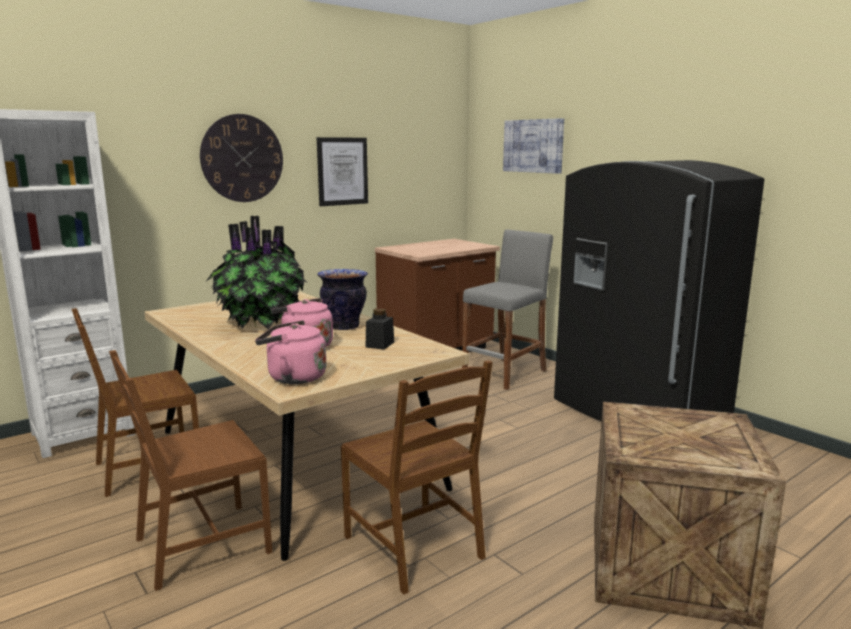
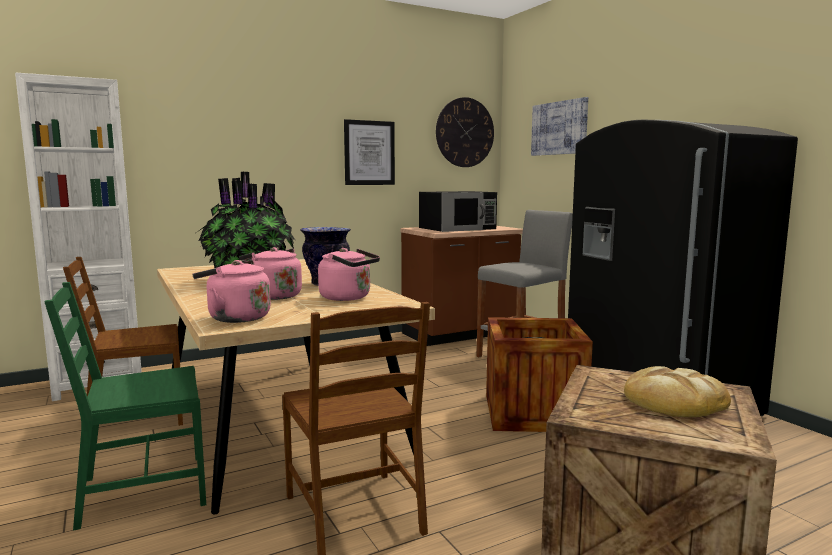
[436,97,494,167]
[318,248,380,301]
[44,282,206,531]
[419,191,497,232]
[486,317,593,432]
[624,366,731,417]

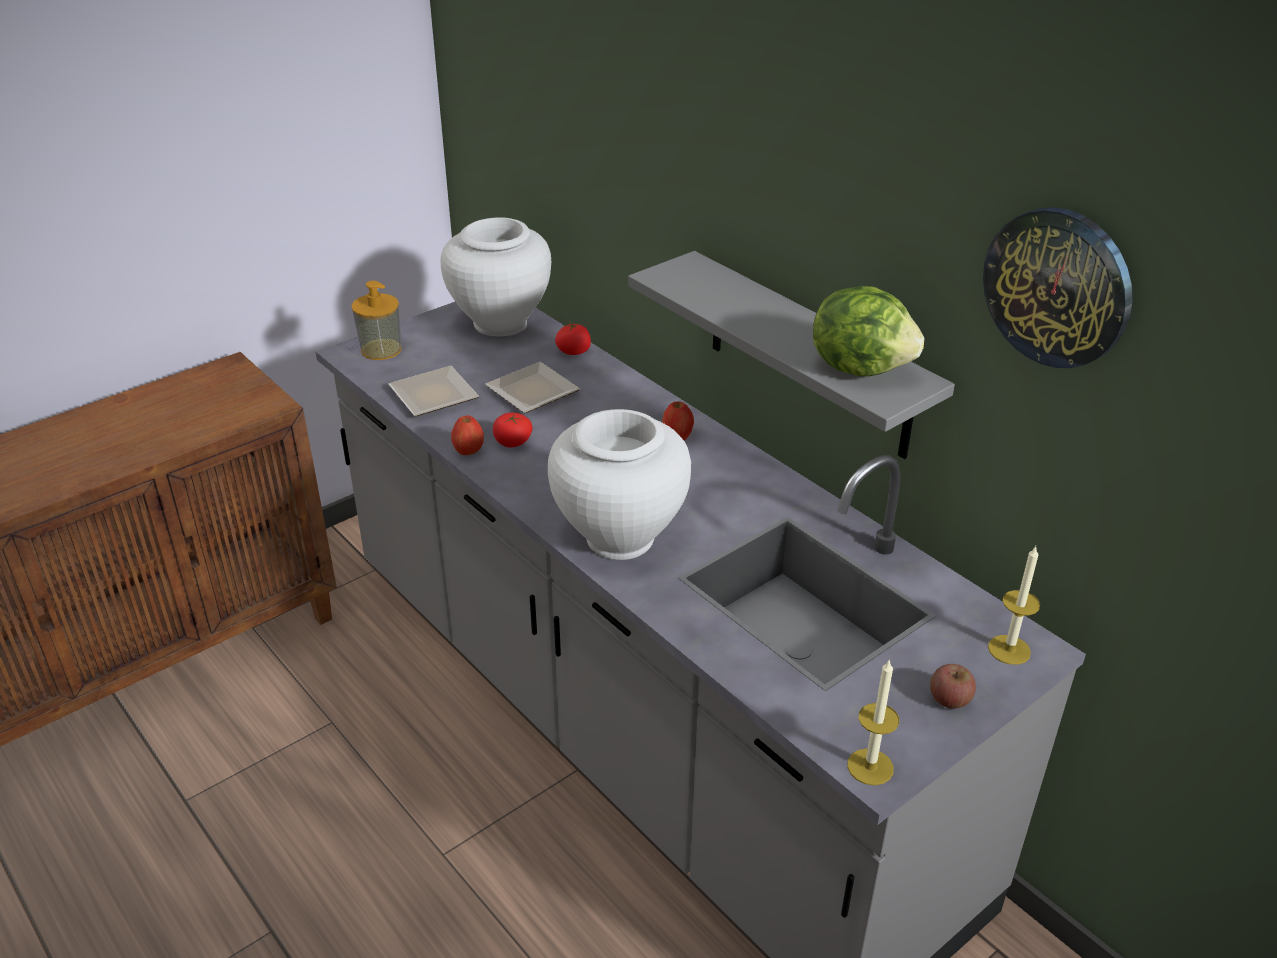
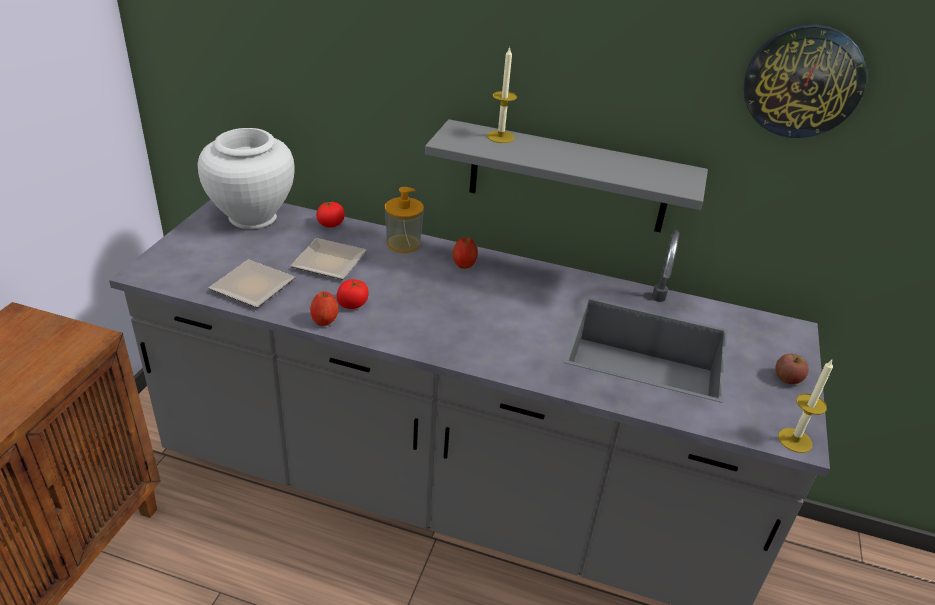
[385,187,424,253]
[813,286,924,376] (first image)
[548,409,691,560] (first image)
[487,47,517,143]

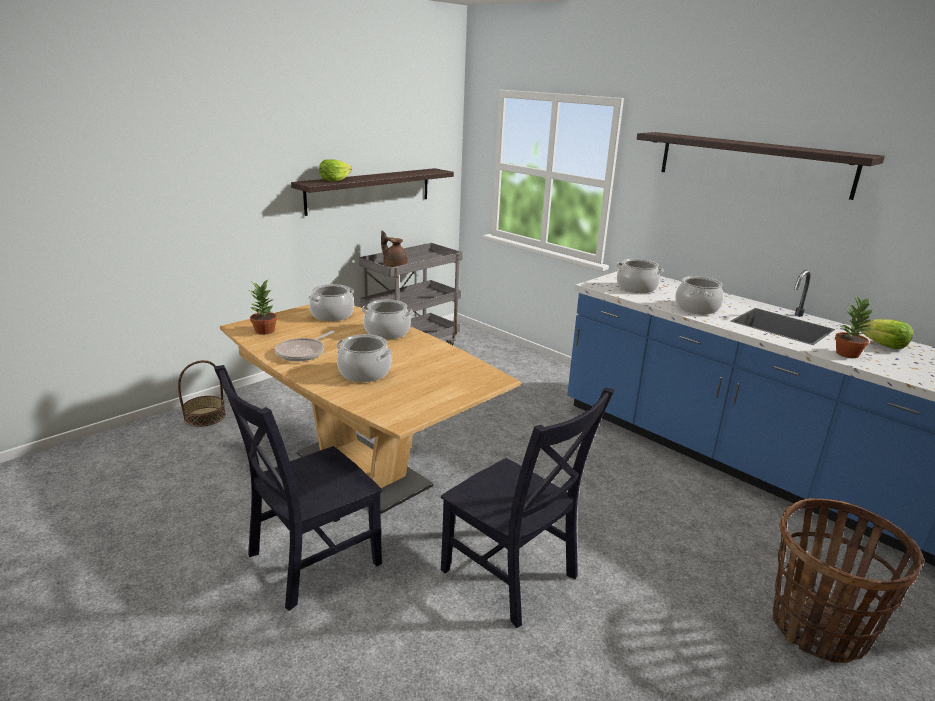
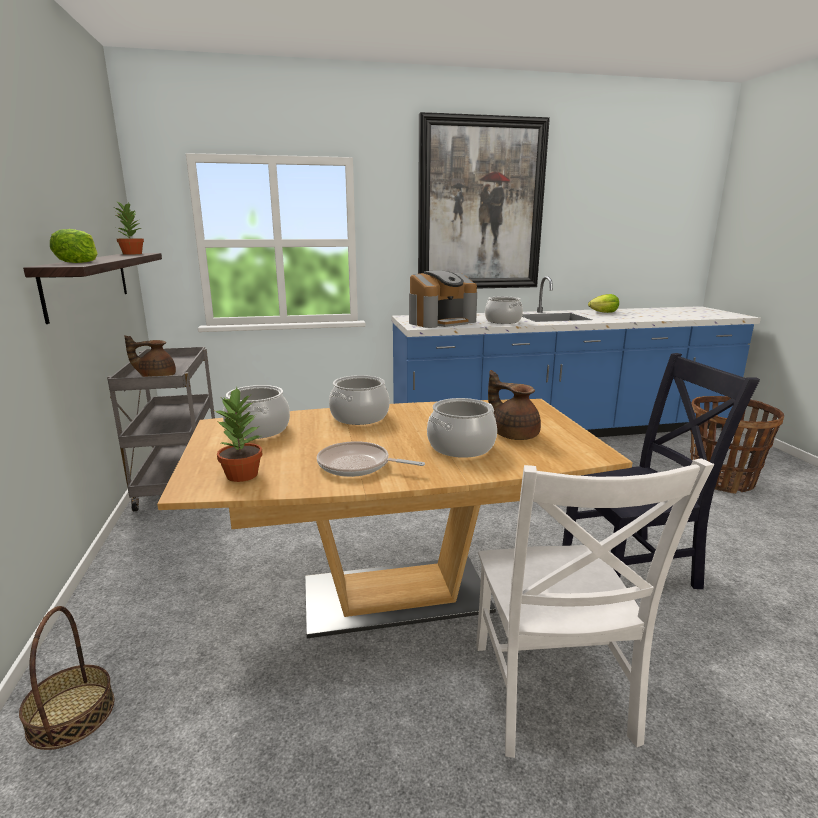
[418,112,550,288]
[409,271,477,328]
[114,202,144,255]
[317,441,425,477]
[476,458,714,758]
[488,370,541,440]

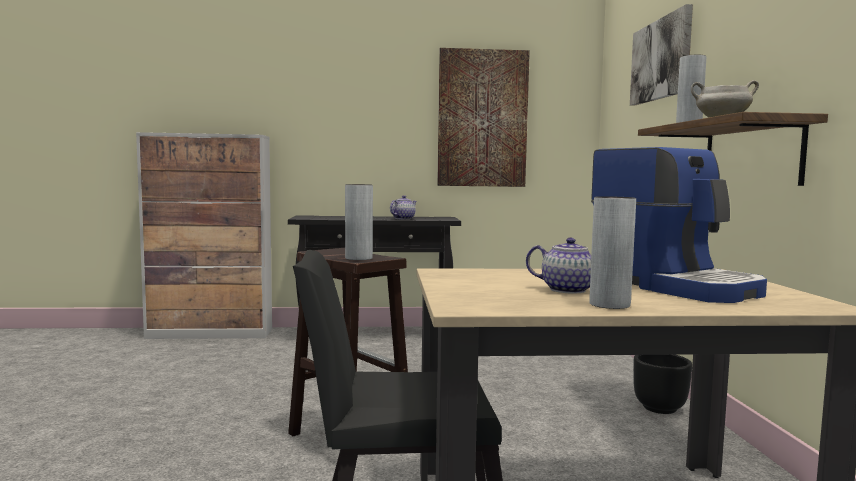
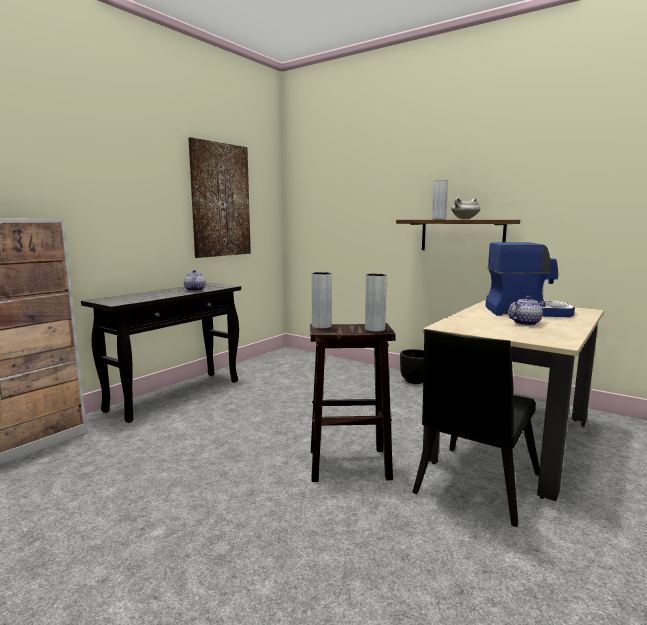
[630,4,693,105] (first image)
[312,272,332,329]

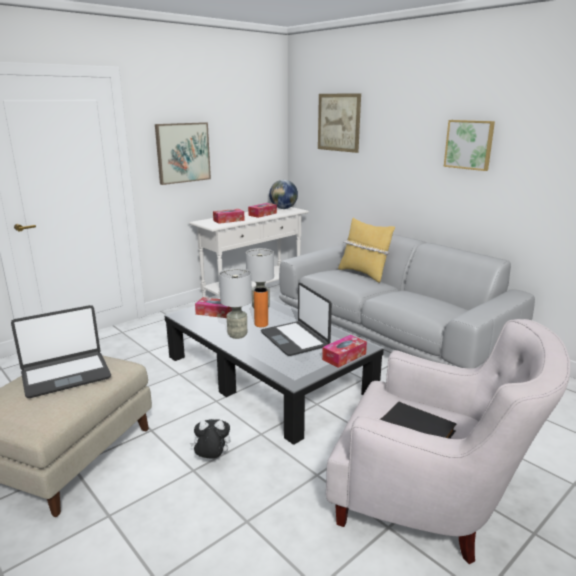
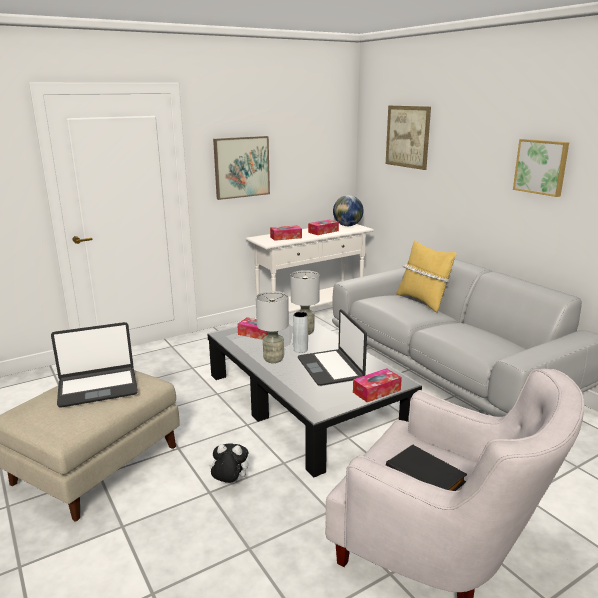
[293,312,308,353]

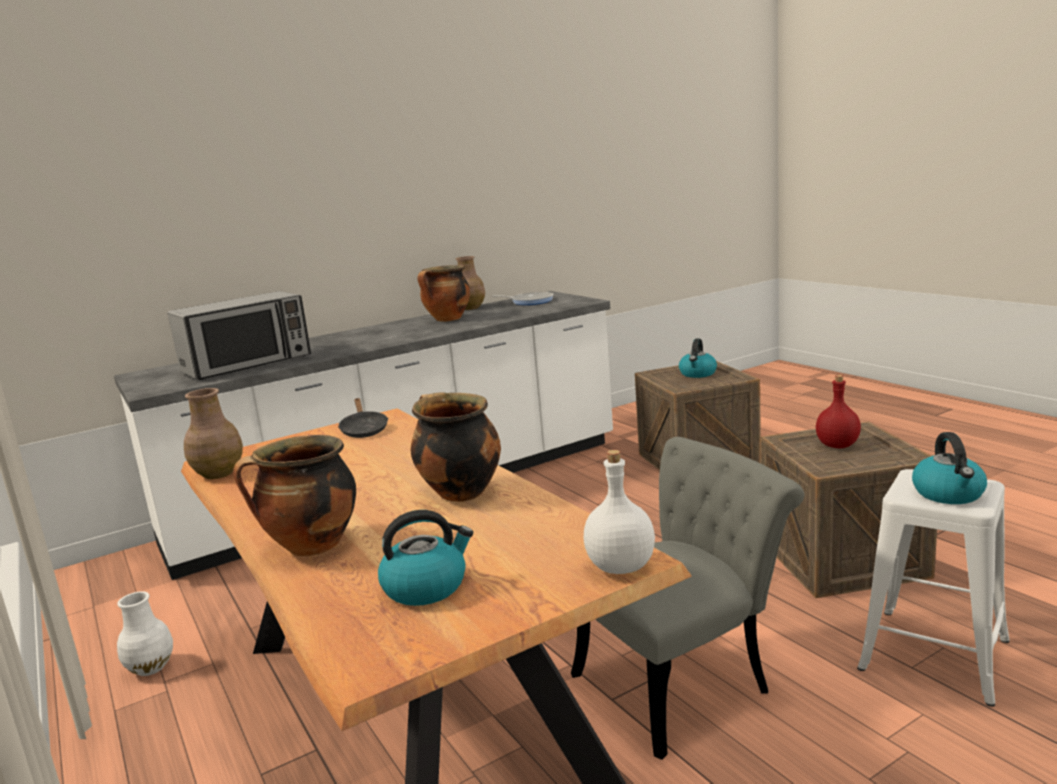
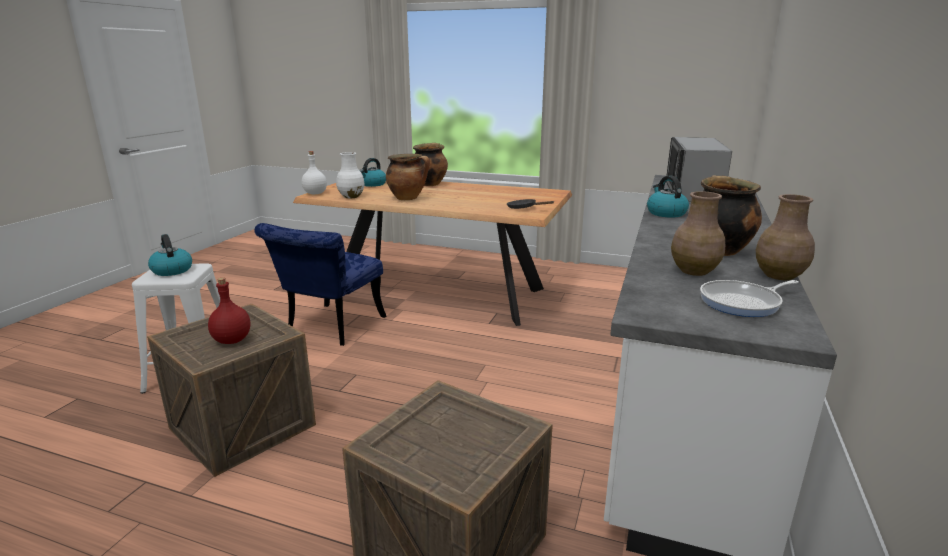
[647,176,689,218]
[671,191,725,276]
[254,223,387,346]
[336,152,365,198]

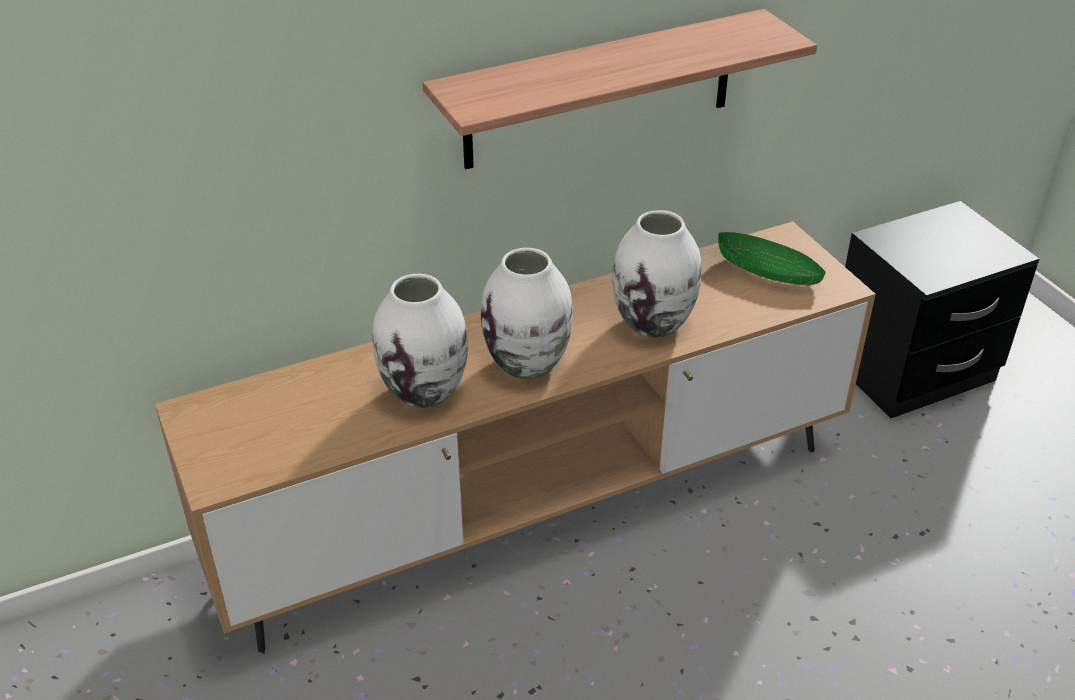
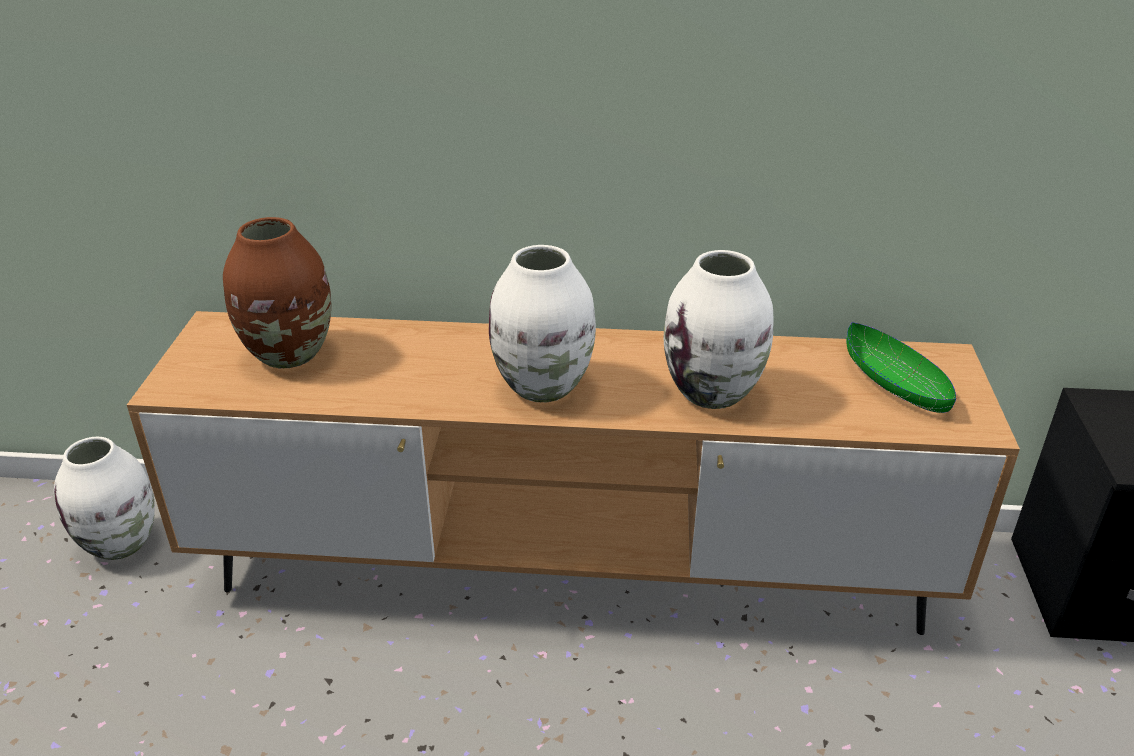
[422,9,817,169] (first image)
[54,437,155,560]
[223,217,331,368]

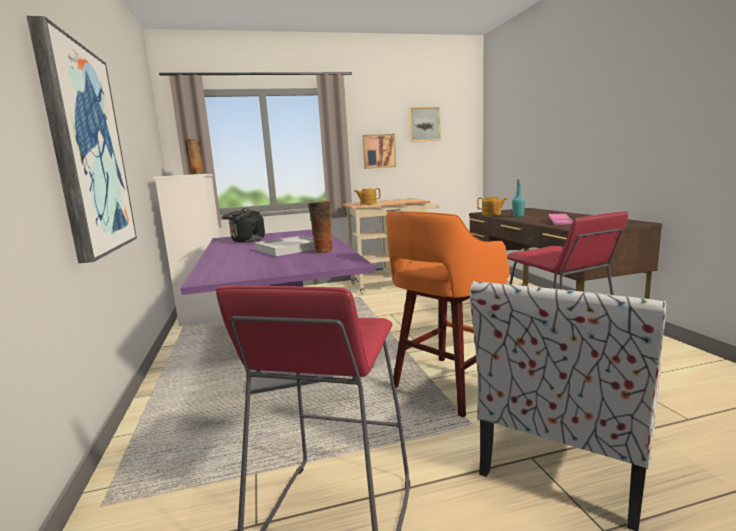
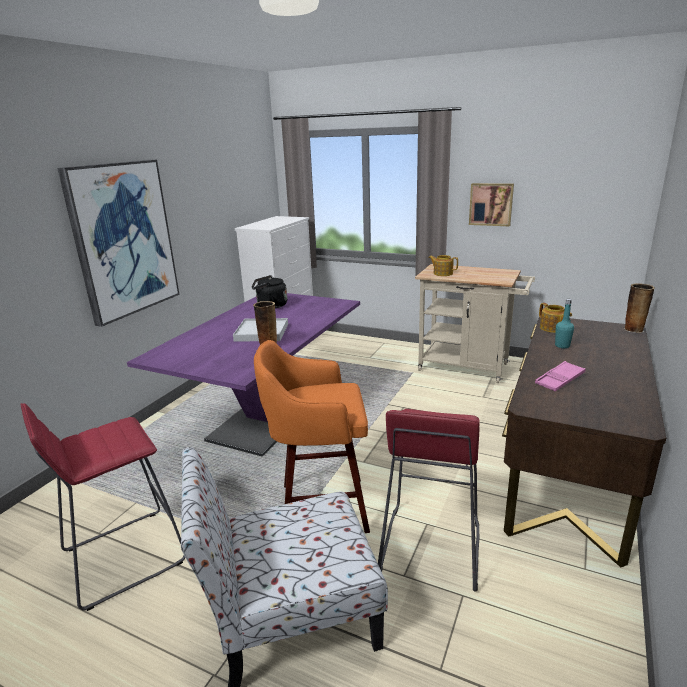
[408,107,441,142] (first image)
[624,283,655,333]

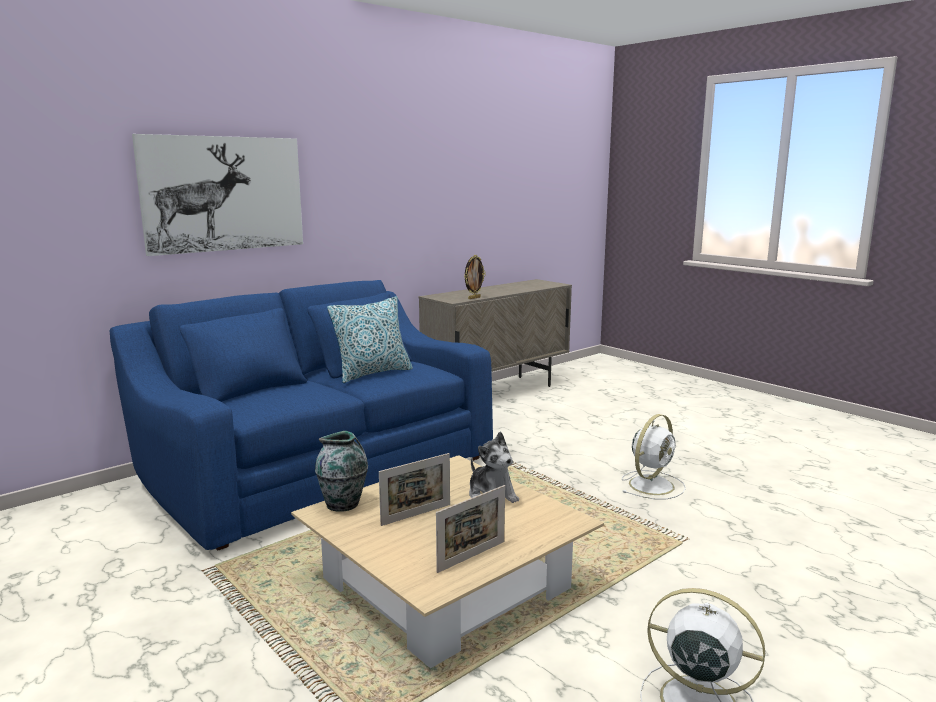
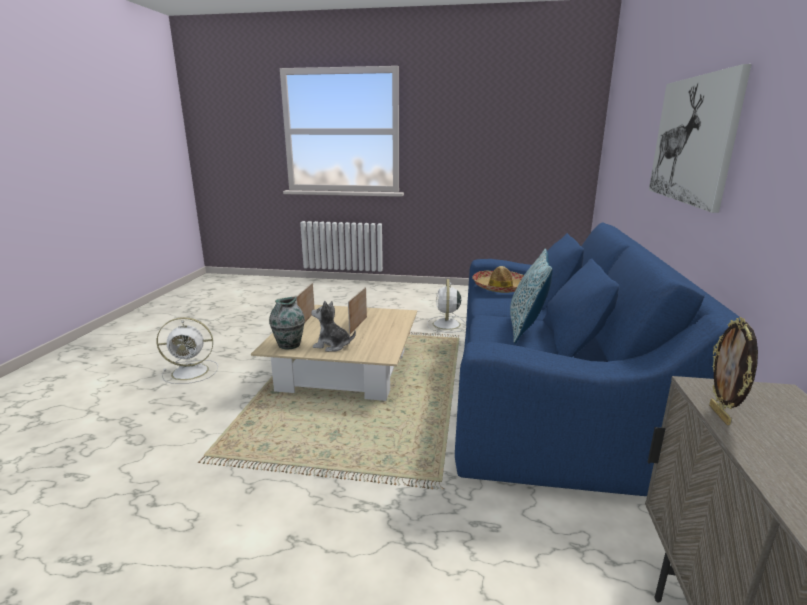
[427,279,466,332]
[269,296,305,349]
[472,266,524,293]

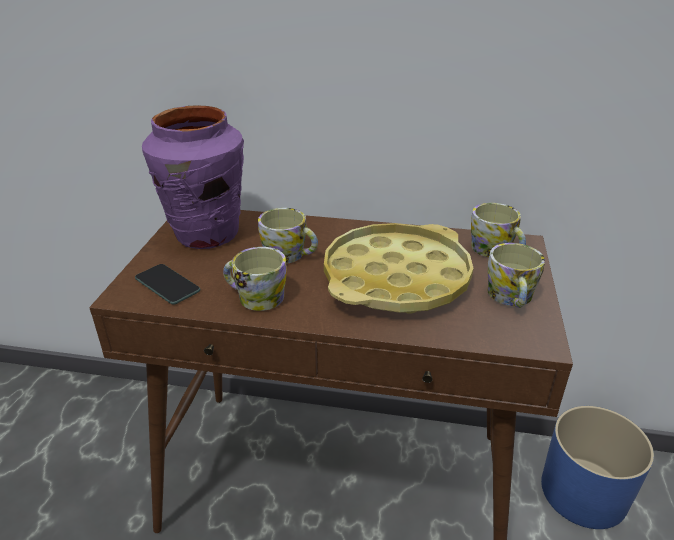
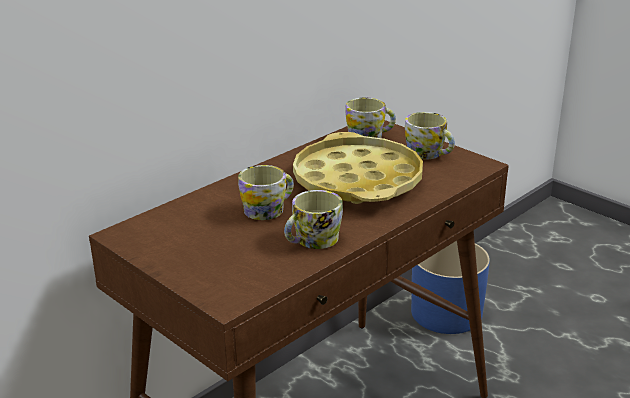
[142,105,244,249] (first image)
[135,264,200,305] (first image)

